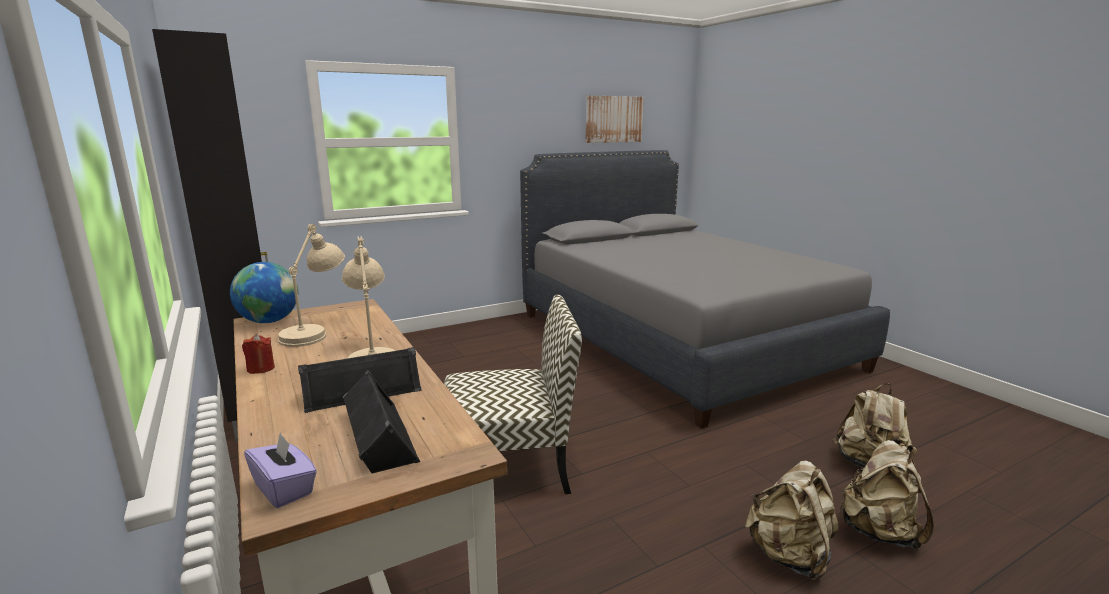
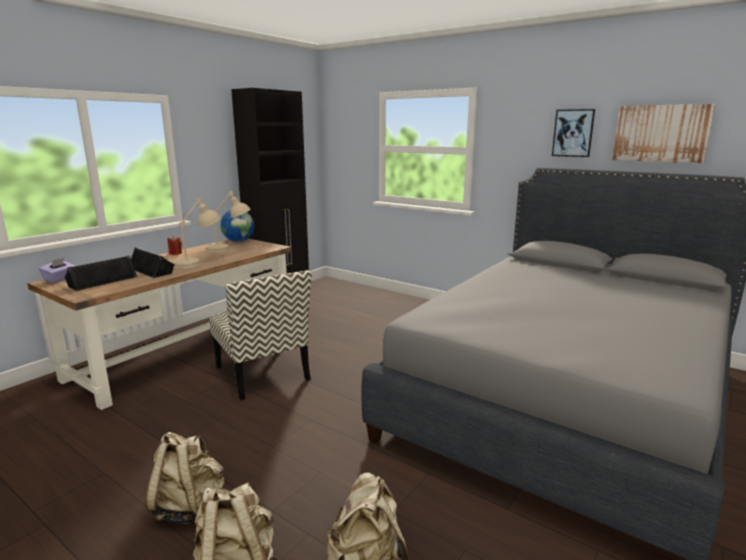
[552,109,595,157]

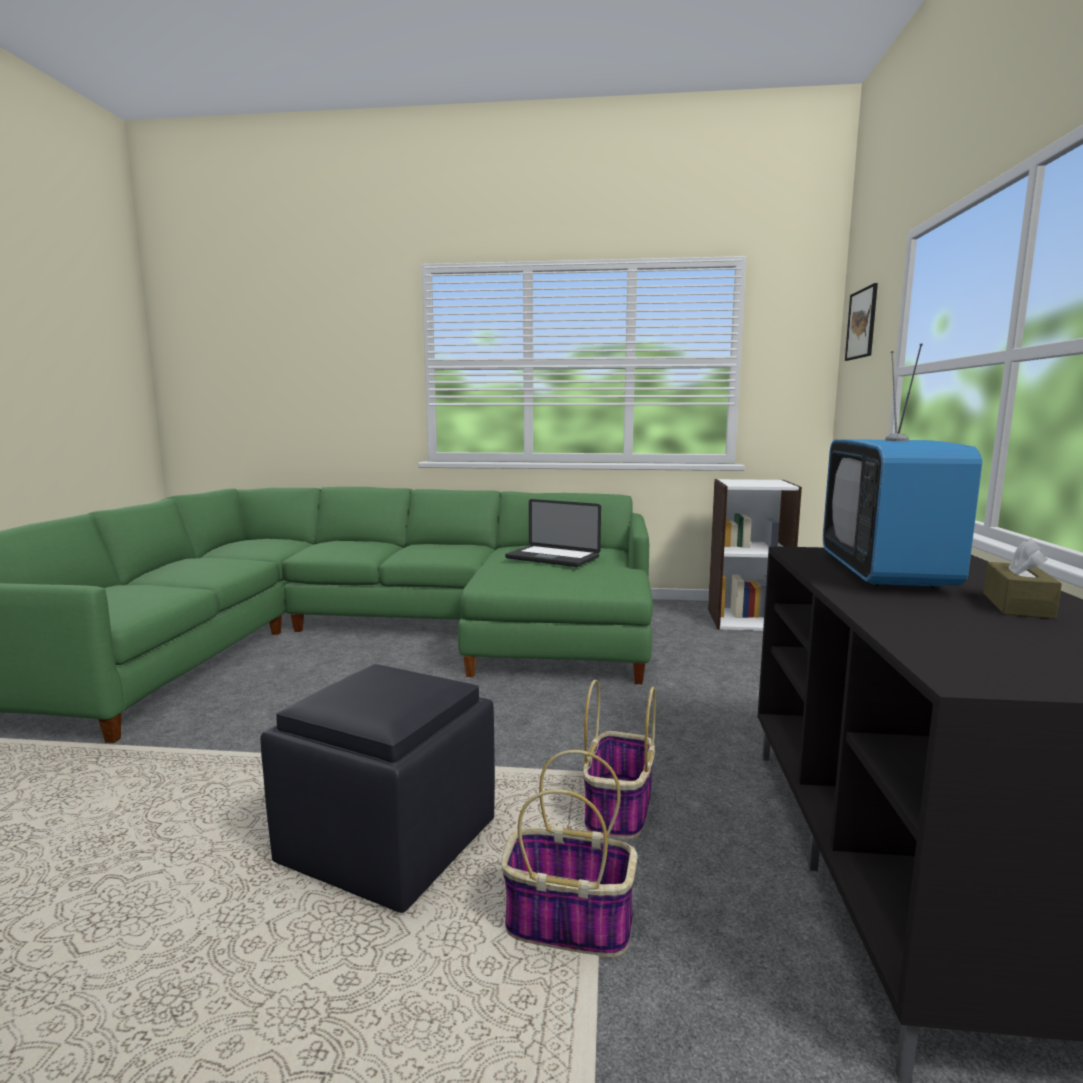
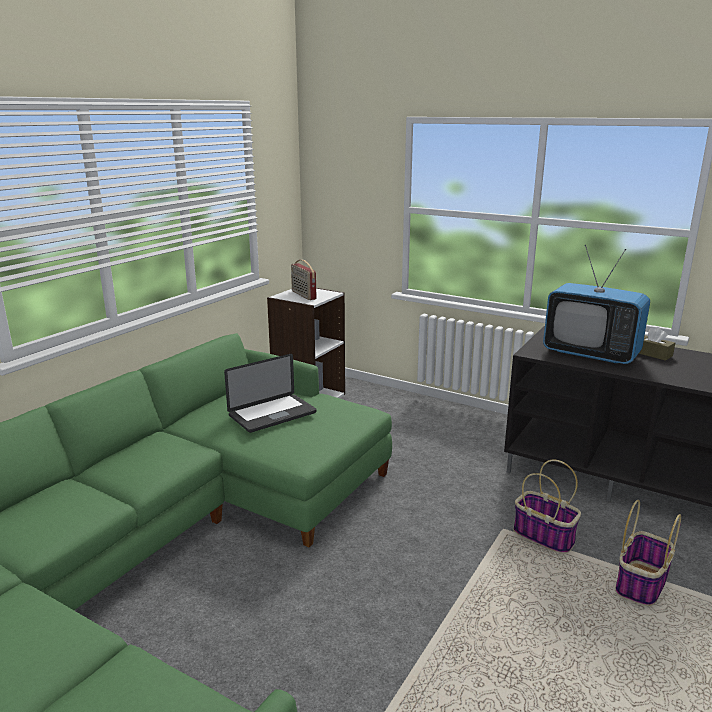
[845,283,878,361] (first image)
[260,664,495,913] (first image)
[291,260,317,300]

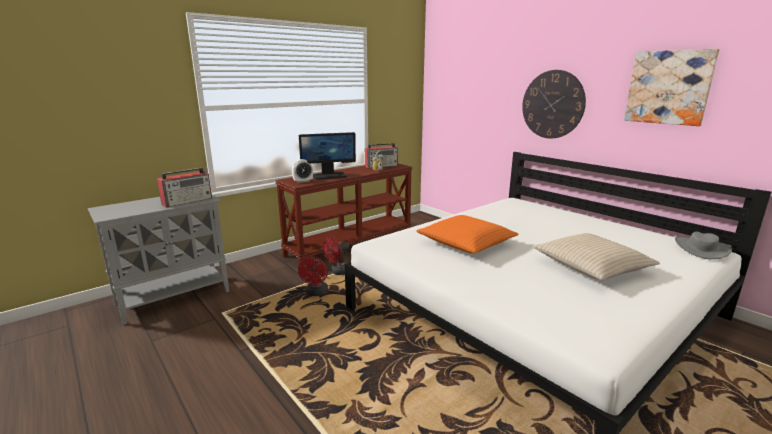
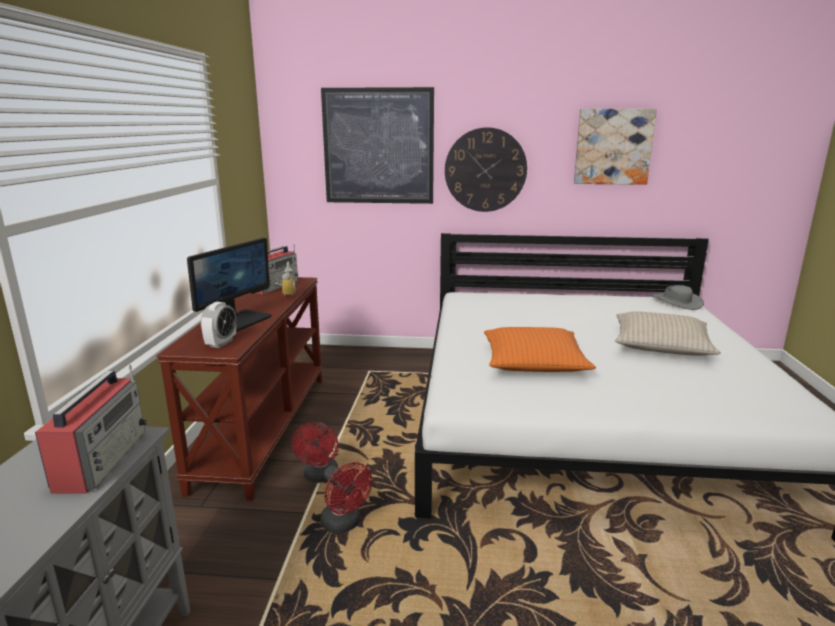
[321,87,434,204]

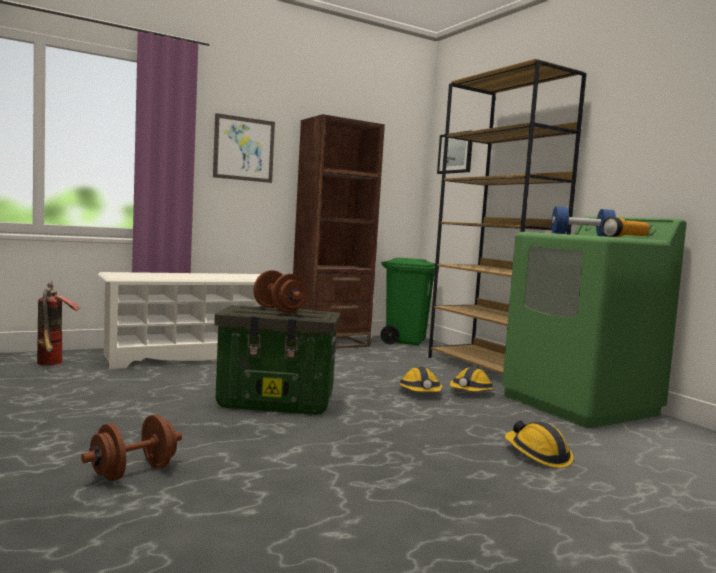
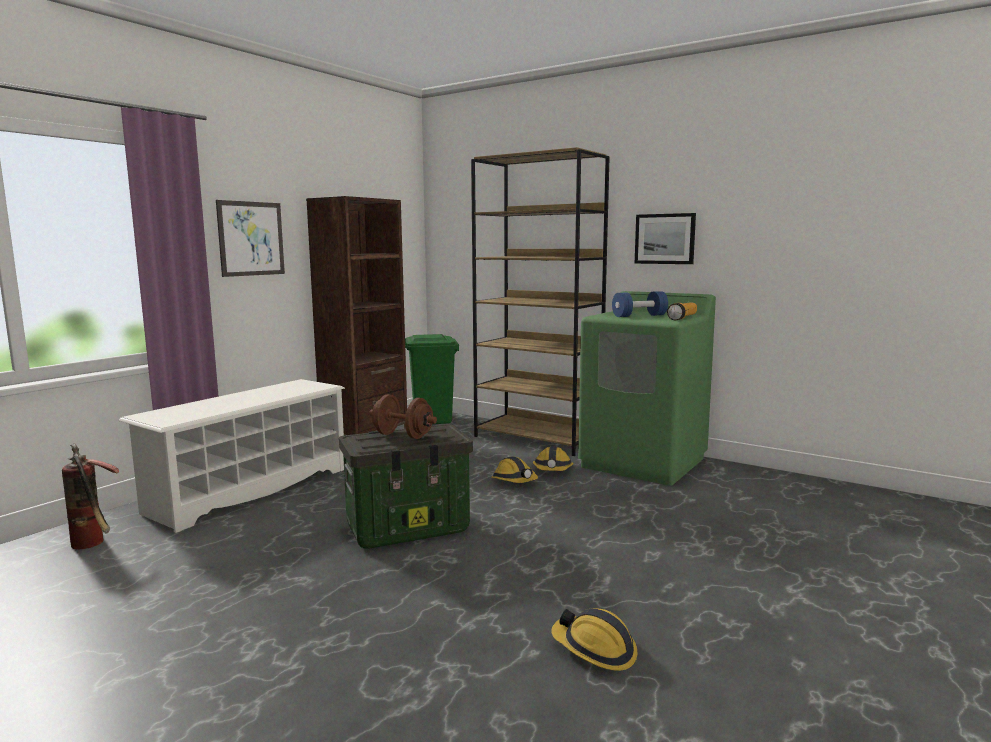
[635,213,696,264]
[81,414,182,481] (first image)
[551,609,637,671]

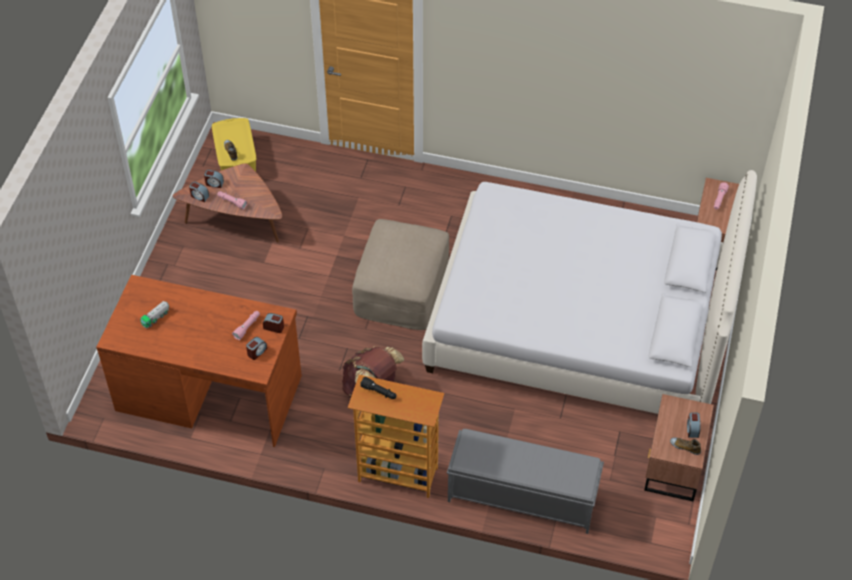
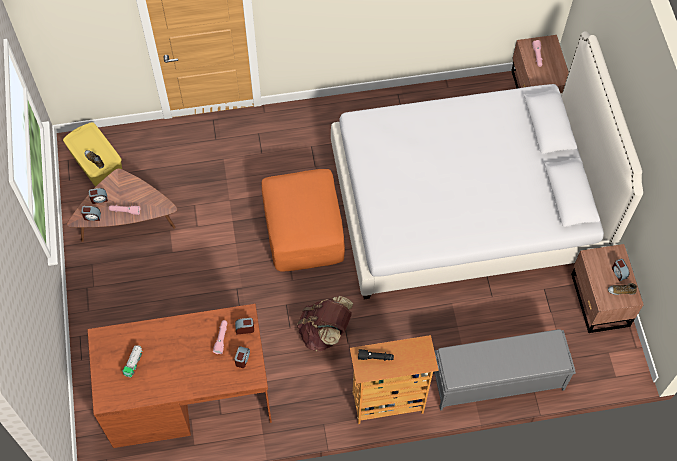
[262,169,345,272]

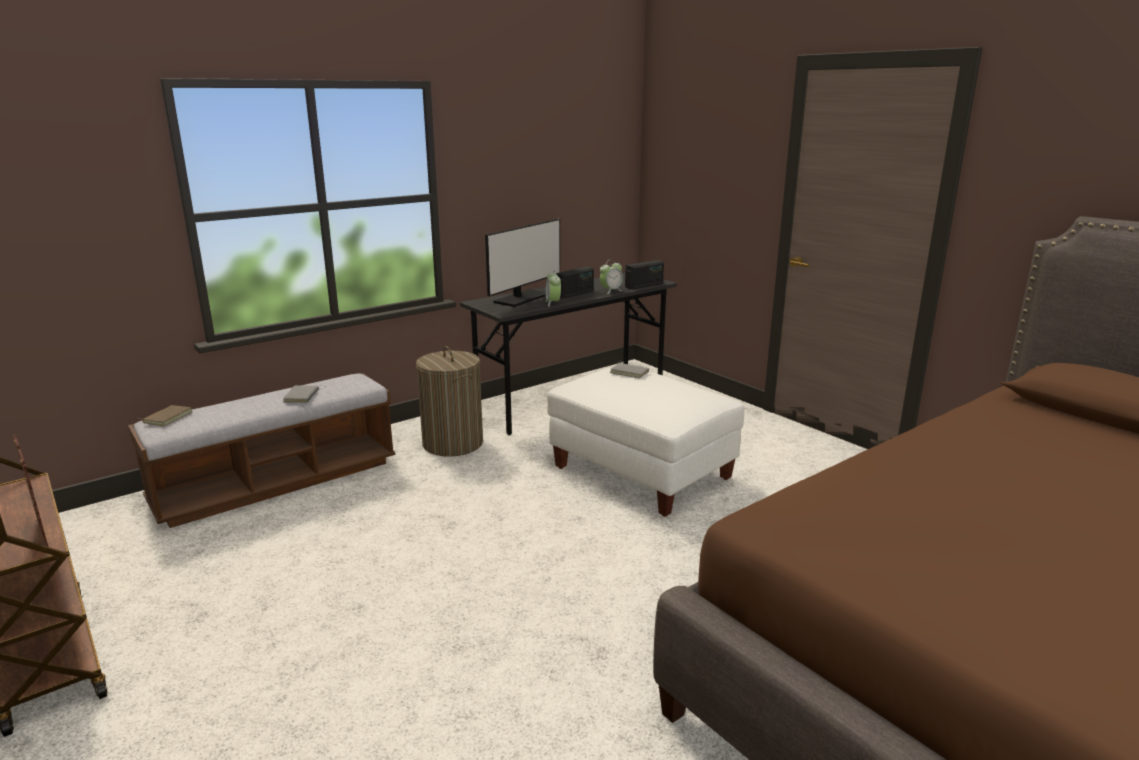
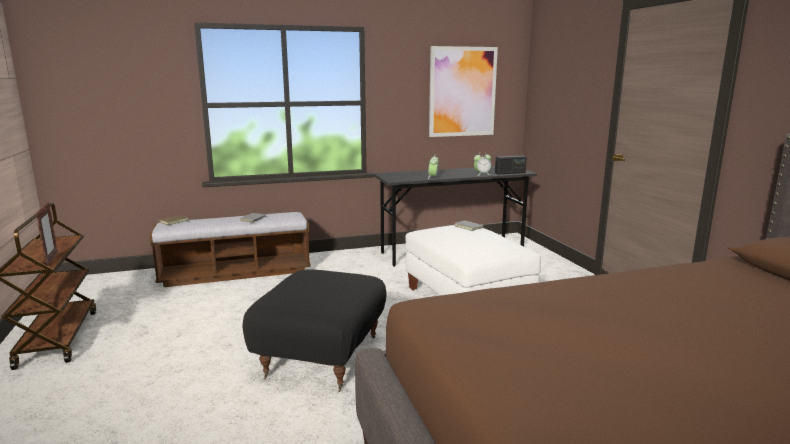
[485,219,560,307] (first image)
[556,266,594,298] (first image)
[416,346,483,457] (first image)
[429,46,498,137]
[243,269,387,392]

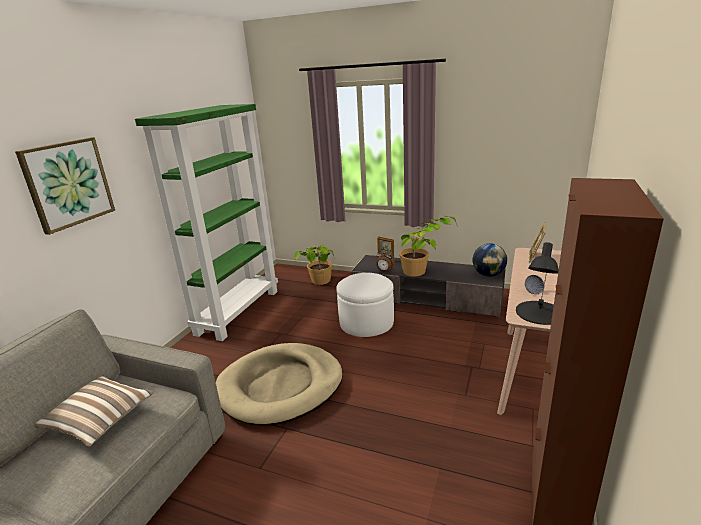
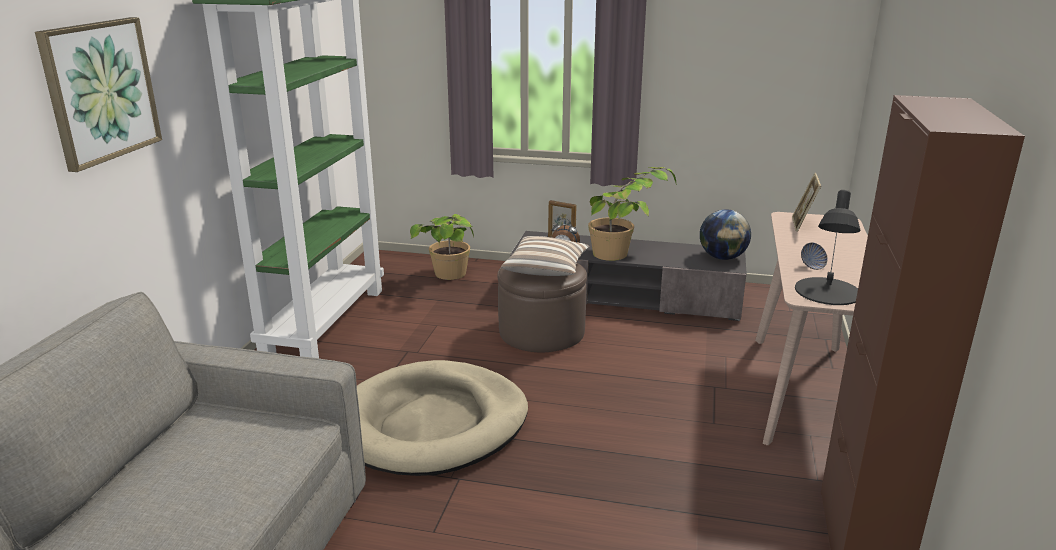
[497,263,587,352]
[501,236,590,276]

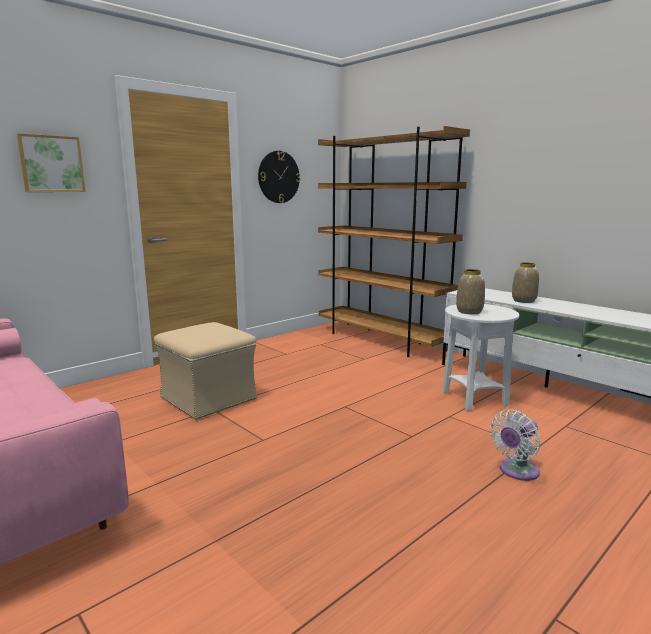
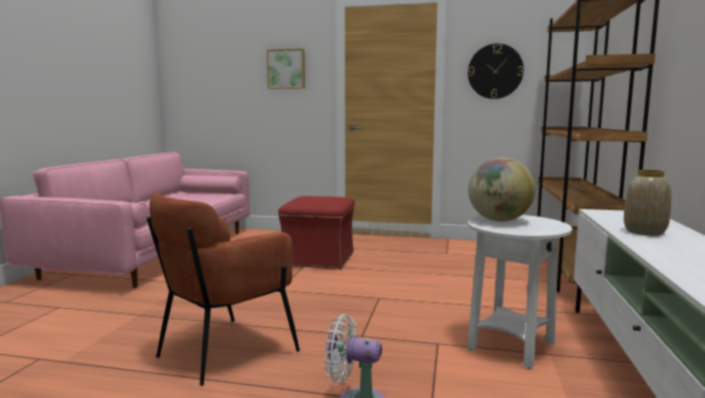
[468,158,535,222]
[278,196,355,270]
[147,193,300,386]

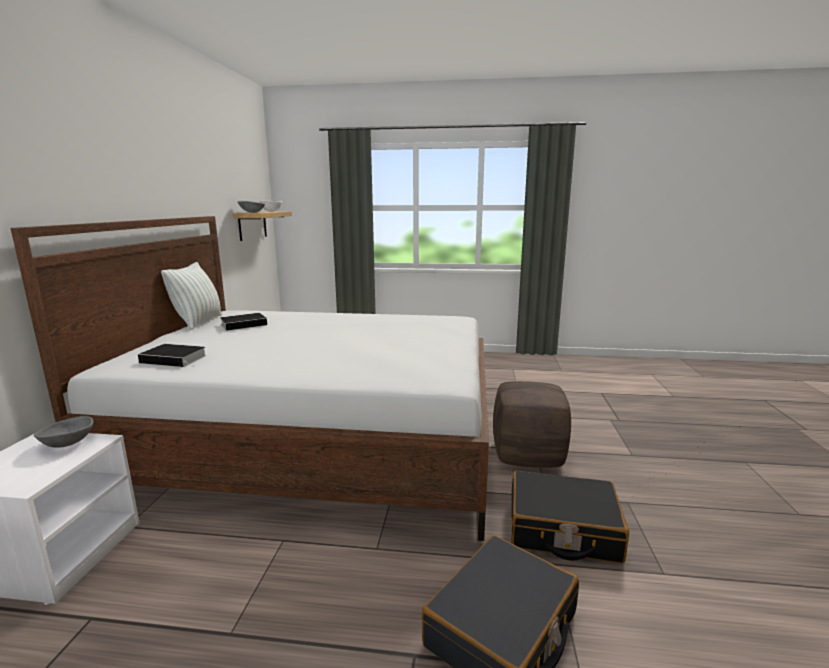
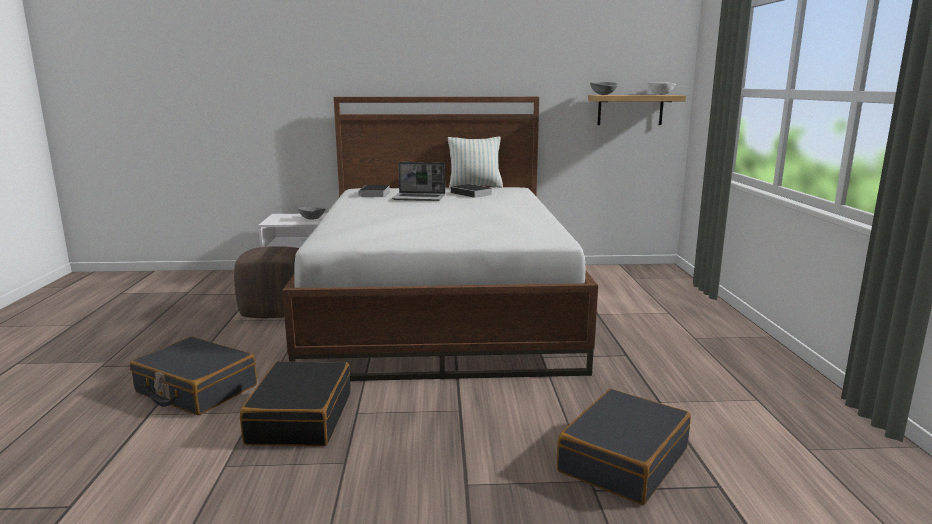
[234,246,299,318]
[392,162,445,201]
[557,389,691,505]

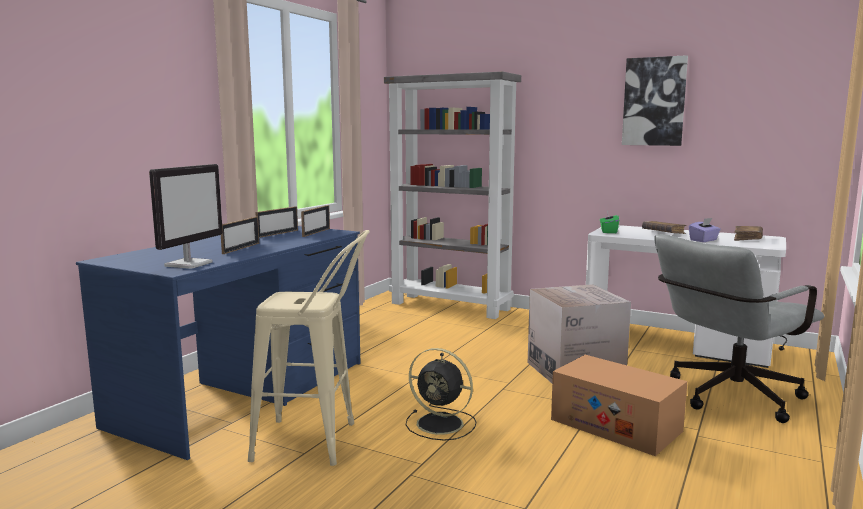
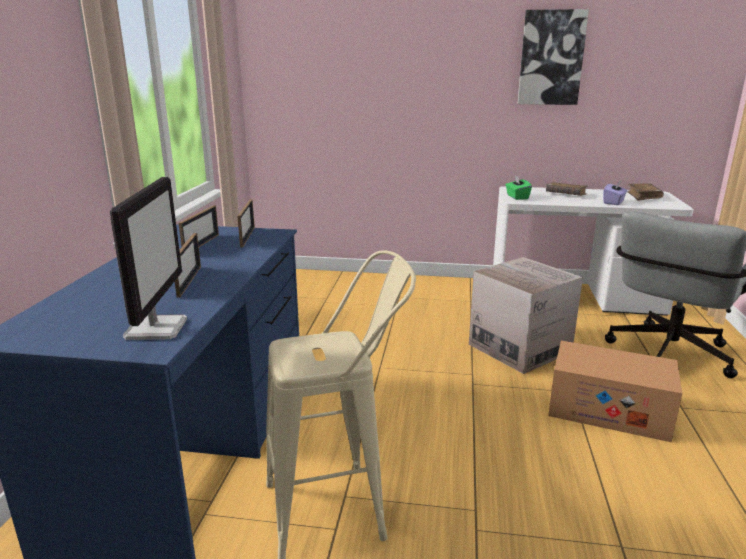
[384,71,521,319] (first image)
[405,348,476,441] (first image)

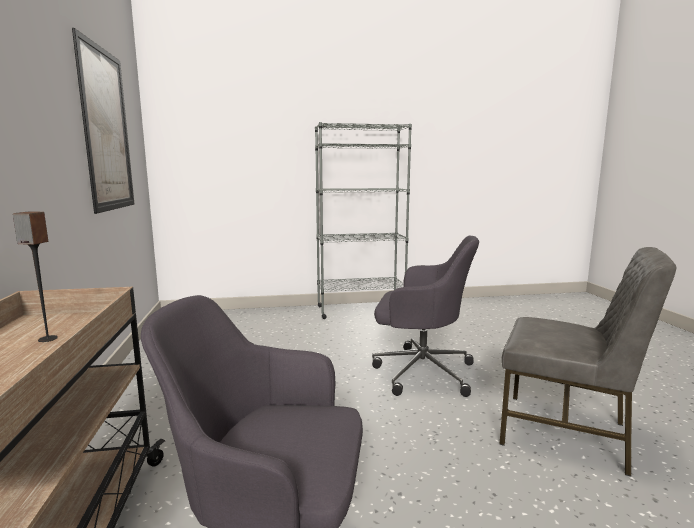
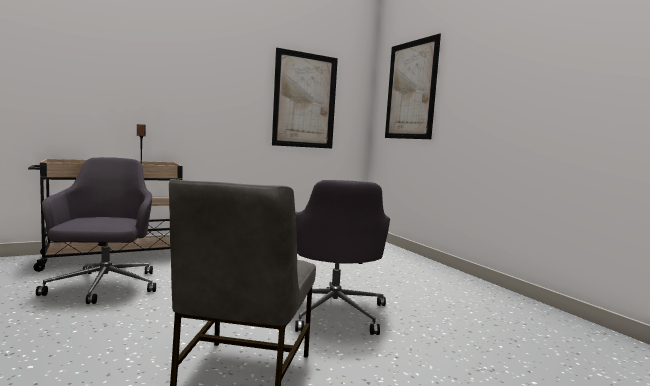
[315,122,412,319] (first image)
[385,33,441,139]

